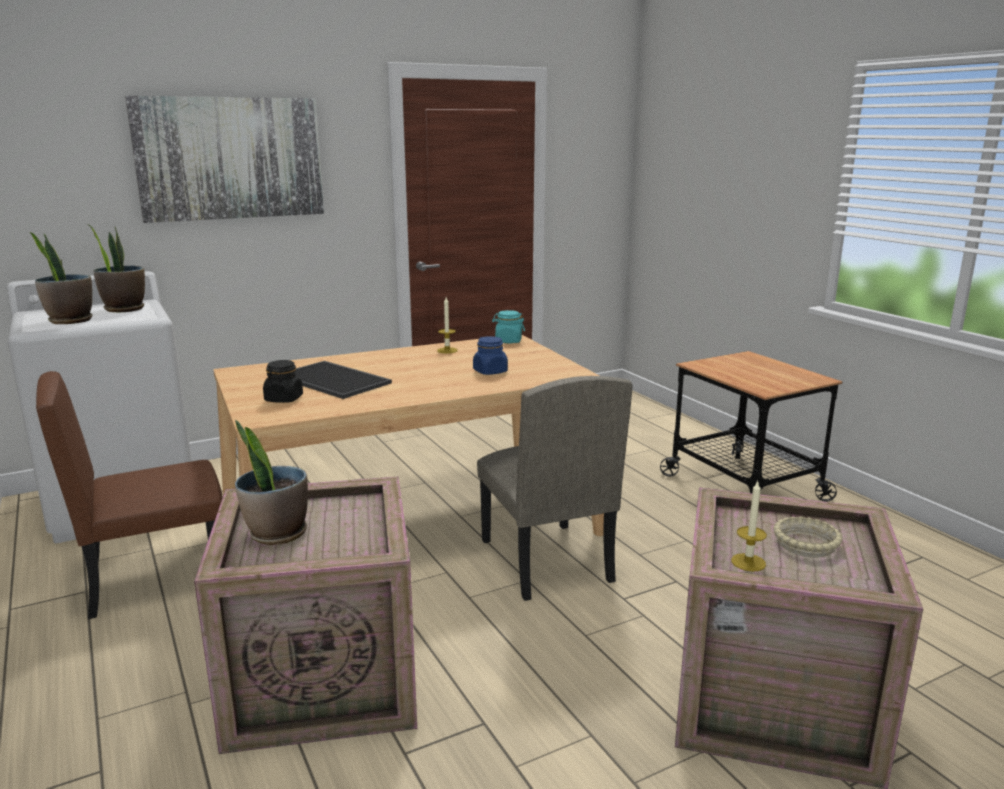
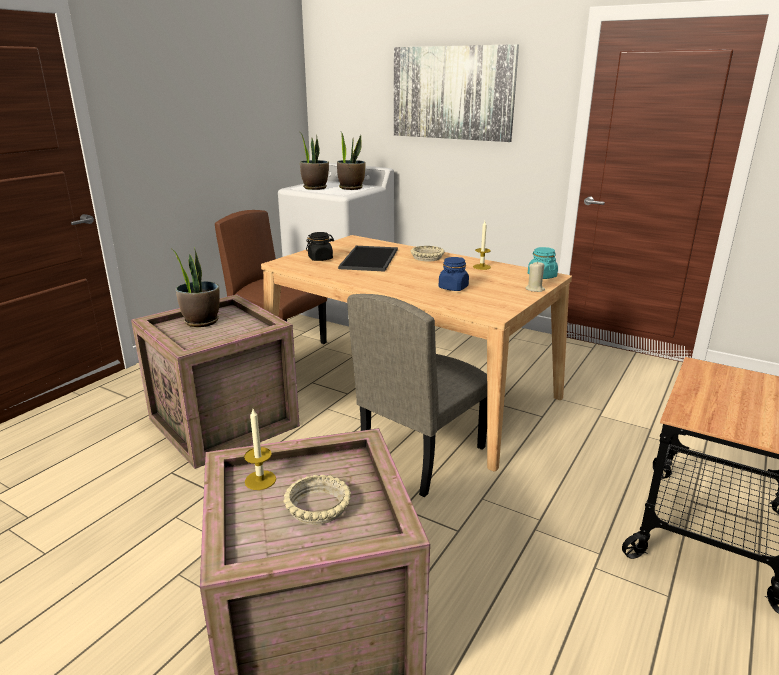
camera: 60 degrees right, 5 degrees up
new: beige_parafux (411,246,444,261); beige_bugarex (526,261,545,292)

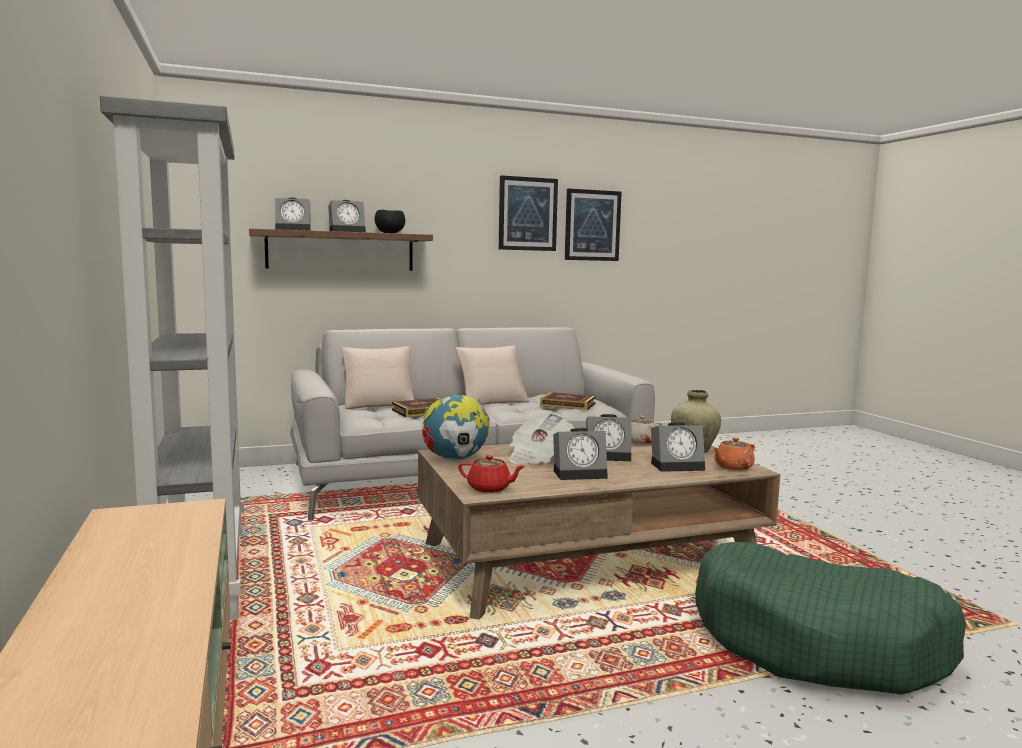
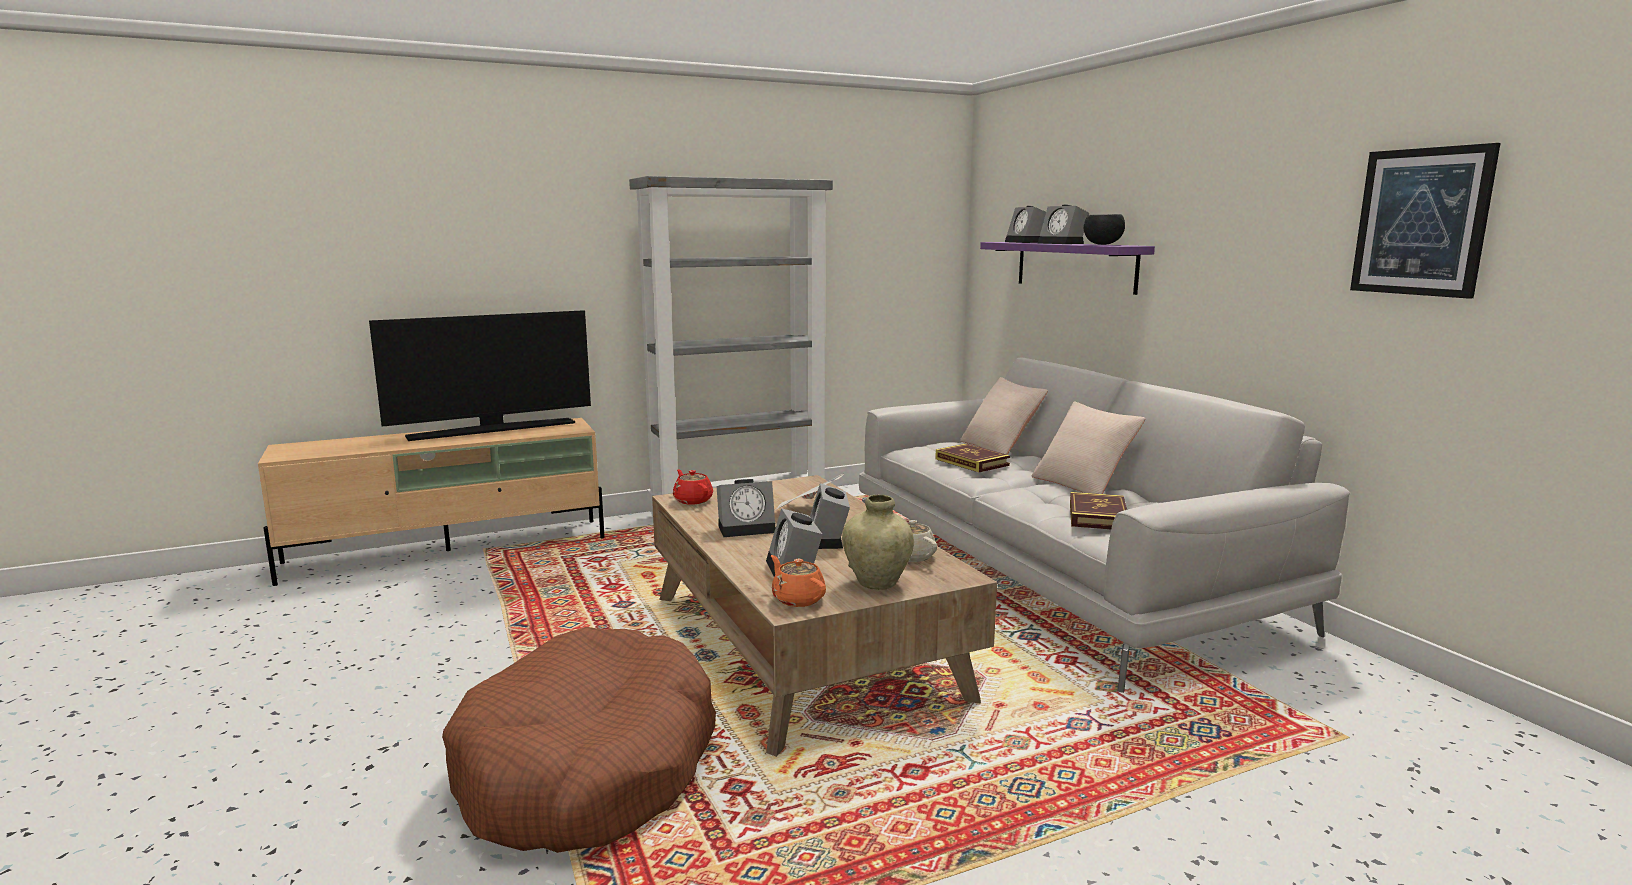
camera: 85 degrees right, 5 degrees up
gone: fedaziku (499,175,558,251); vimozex (422,395,490,461)
new: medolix (369,310,591,441)
repainted: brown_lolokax (249,229,433,271) to purple_lolokax (980,242,1155,295); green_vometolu (695,542,966,695) to brown_vometolu (442,627,716,853)
rotated: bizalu (553,428,608,480) = (717,479,775,537) 90 degrees counterclockwise; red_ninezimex (458,455,525,493) = (673,469,713,504) 135 degrees clockwise

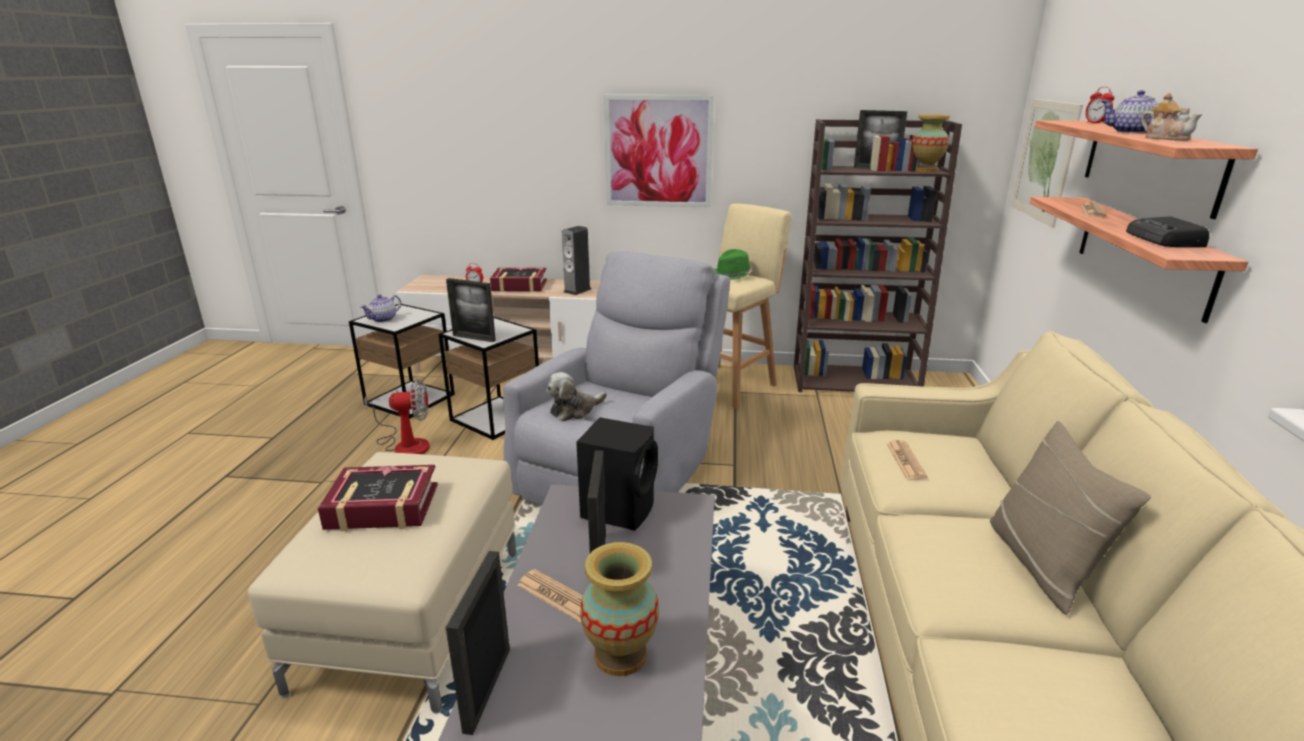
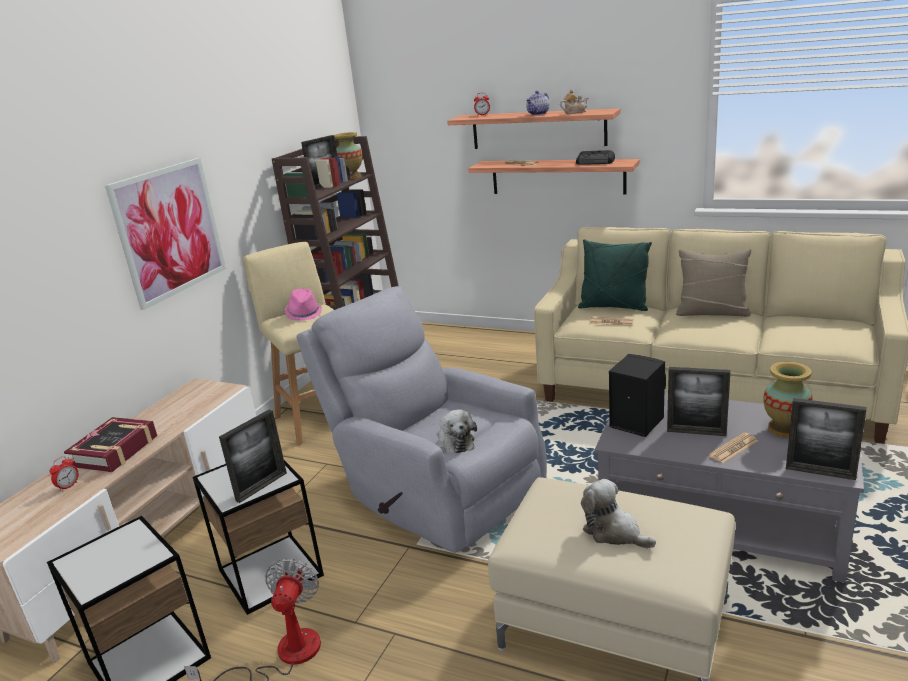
camera: 70 degrees left, 0 degrees up
gone: fedaziku (1011,99,1083,228); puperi (562,226,591,295); ninezimex (360,295,401,322)
new: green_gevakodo (578,239,652,311)
swapped: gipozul (318,465,438,531) to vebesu (581,479,656,548)
repainted: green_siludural (714,249,753,280) to pink_siludural (285,289,322,321)

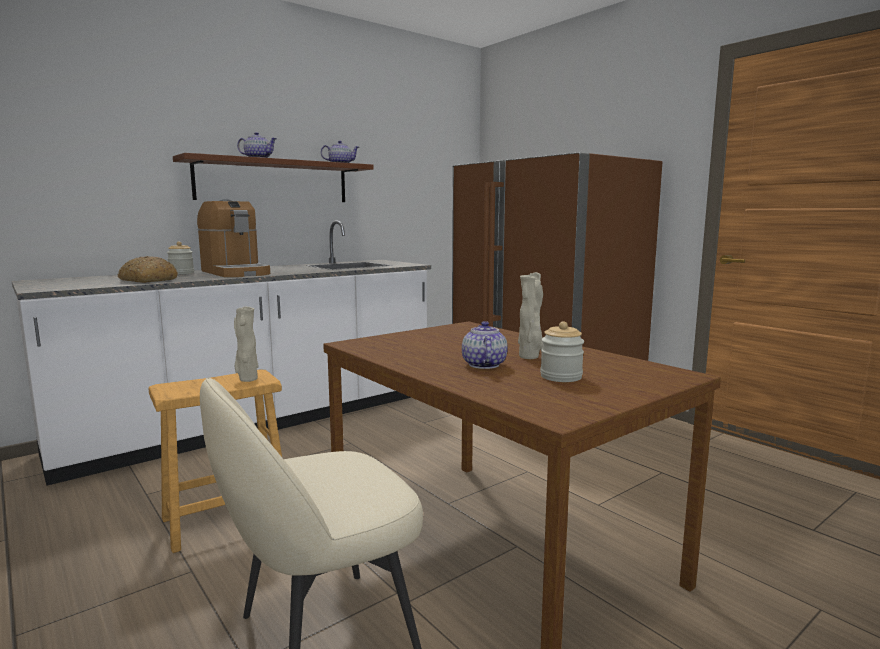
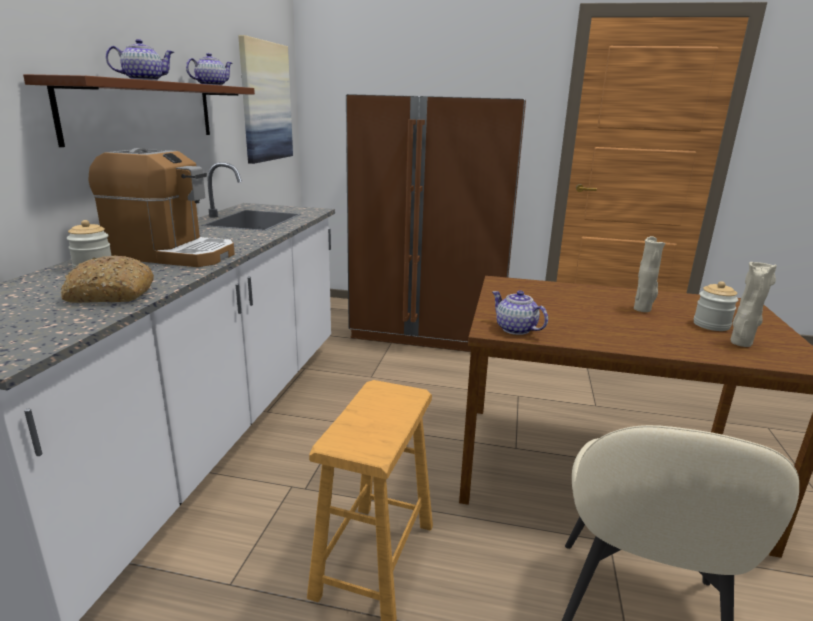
camera: 40 degrees left, 10 degrees up
new: fedaziku (238,35,293,164)
shifted: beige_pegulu (234,307,259,382) to (730,262,777,347); ninezimex (462,321,508,369) to (492,290,548,335)

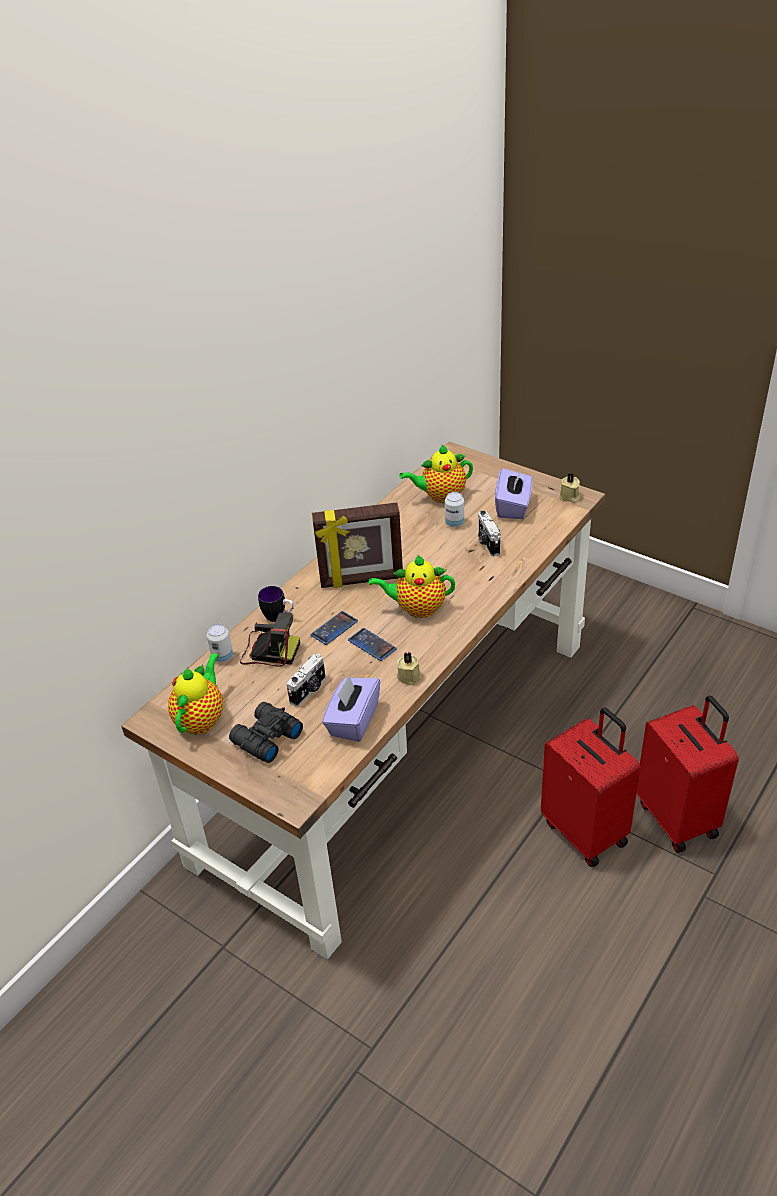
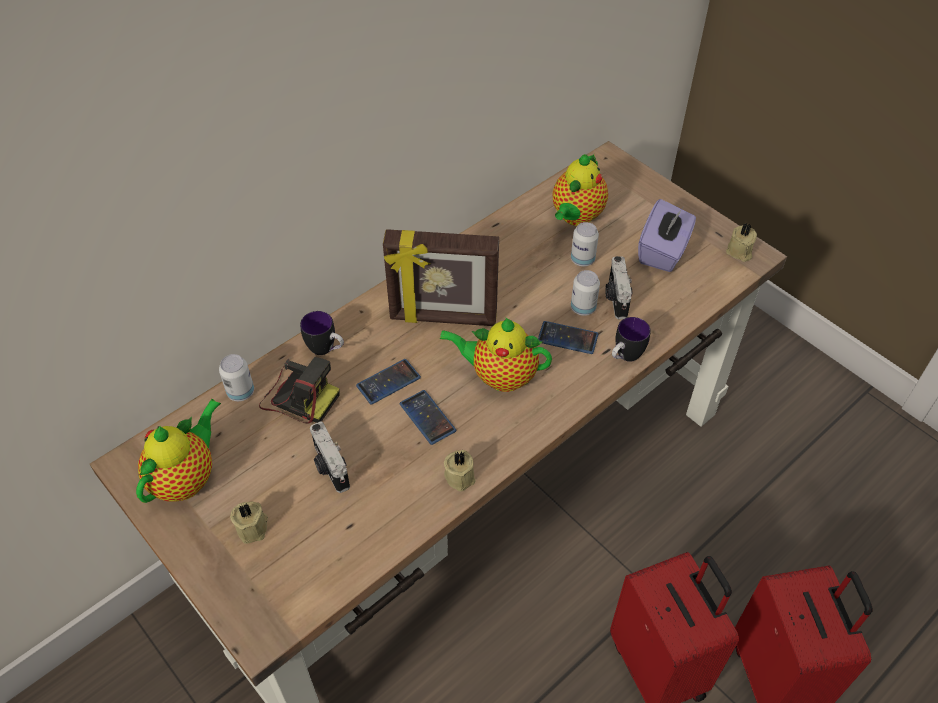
camera: 10 degrees right, 10 degrees up
gone: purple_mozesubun (322,676,380,742)
new: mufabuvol (571,270,600,316); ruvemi (612,317,651,362); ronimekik (538,321,598,354)
swapped: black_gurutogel (229,702,303,763) to beige_bugarex (230,501,268,544)
rotated: ninezimex (400,444,473,503) = (553,154,608,226) 60 degrees counterclockwise; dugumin (287,654,326,707) = (310,422,350,493) 105 degrees clockwise

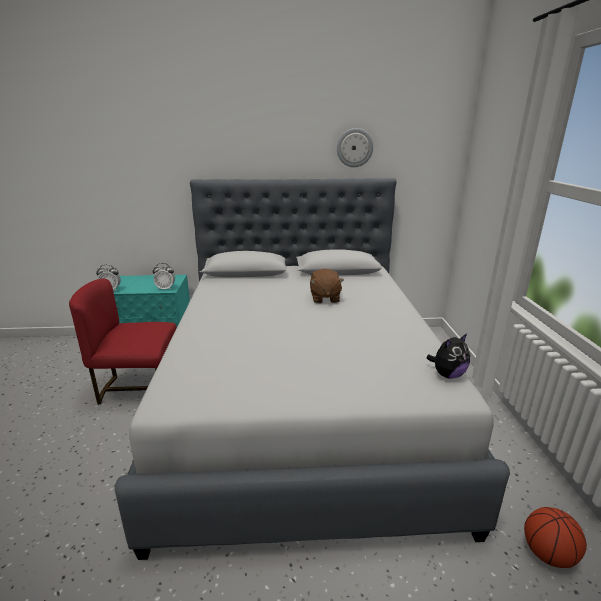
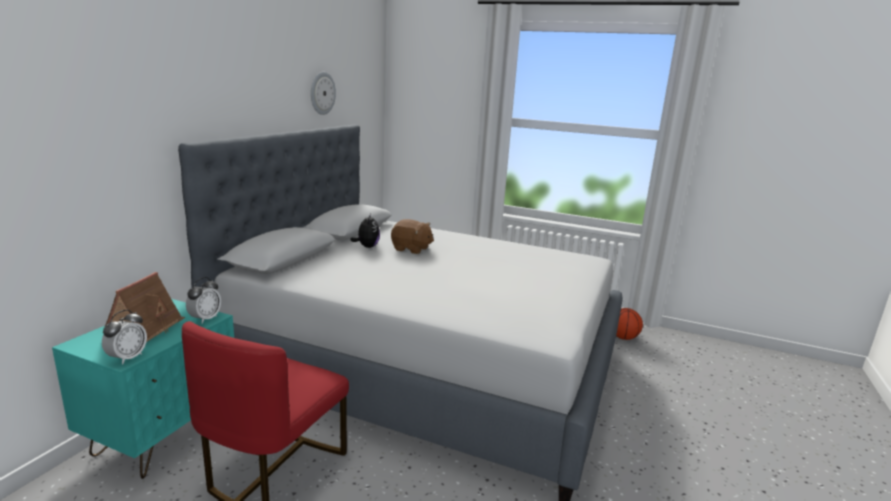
camera: 65 degrees left, 5 degrees down
new: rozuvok (105,272,185,341)
shifted: vebesu (426,334,470,379) to (350,213,380,248)

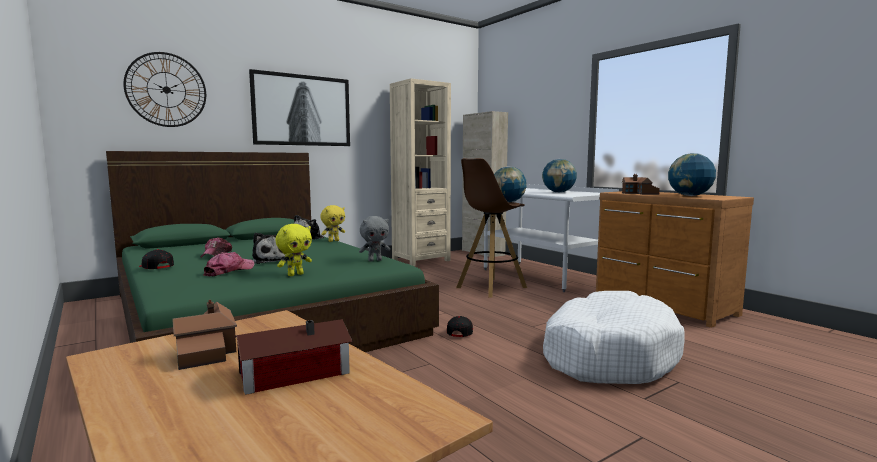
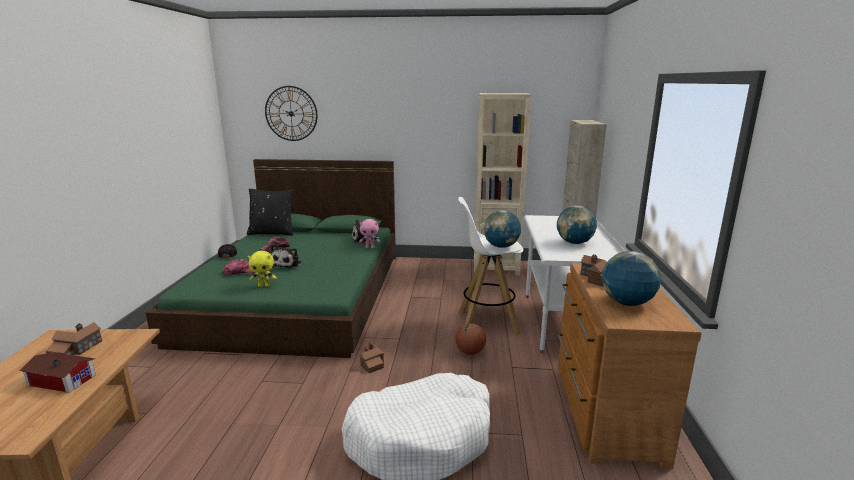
camera: 40 degrees right, 10 degrees up
gone: fedaziku (249,69,350,146); grey_vebesu (359,216,390,262)
new: black_gevakodo (247,189,294,236); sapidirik (455,323,486,355)
swapped: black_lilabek (447,316,473,337) to rozuvok (359,341,384,373)
repainted: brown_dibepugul (456,158,527,297) to white_dibepugul (458,197,523,334); yellow_vebesu (320,205,345,242) to pink_vebesu (359,219,380,249)

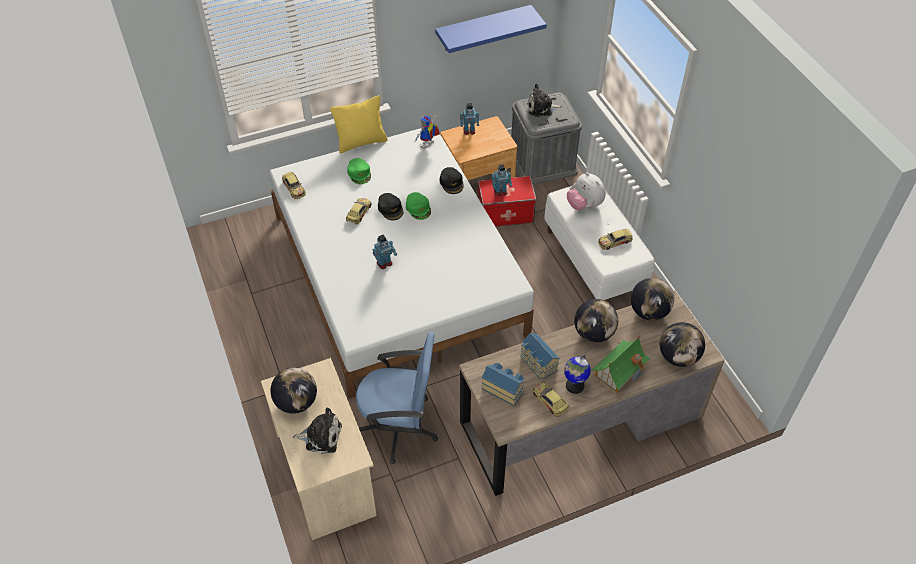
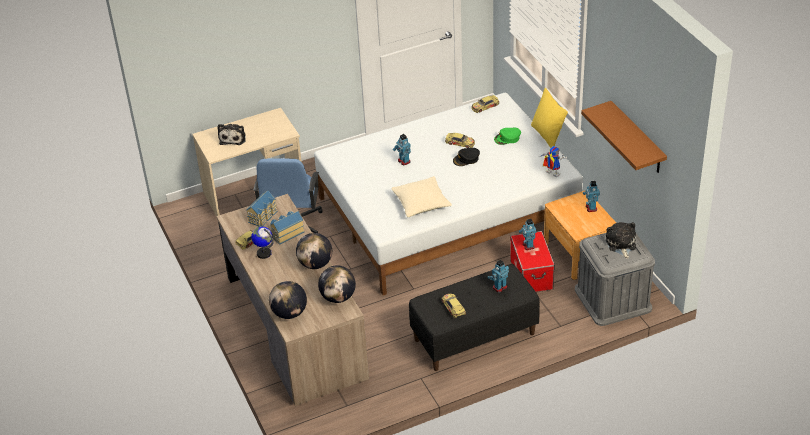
camera: 90 degrees right, 10 degrees down
gone: black_lilabek (440,167,463,194); green_lilabek (406,192,431,220); rozuvok (592,336,650,395); vimozex (270,367,317,414)
new: beige_gevakodo (391,176,452,217)
swapped: vebesu (567,172,606,210) to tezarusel (487,260,509,293)
repainted: blue_lolokax (435,5,547,53) to brown_lolokax (581,101,667,173); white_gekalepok (544,186,655,300) to black_gekalepok (409,264,540,371)

